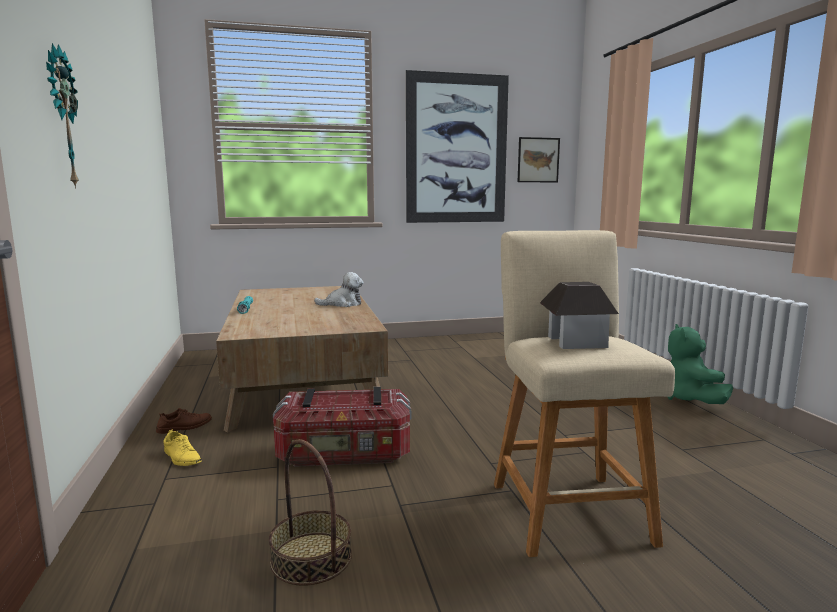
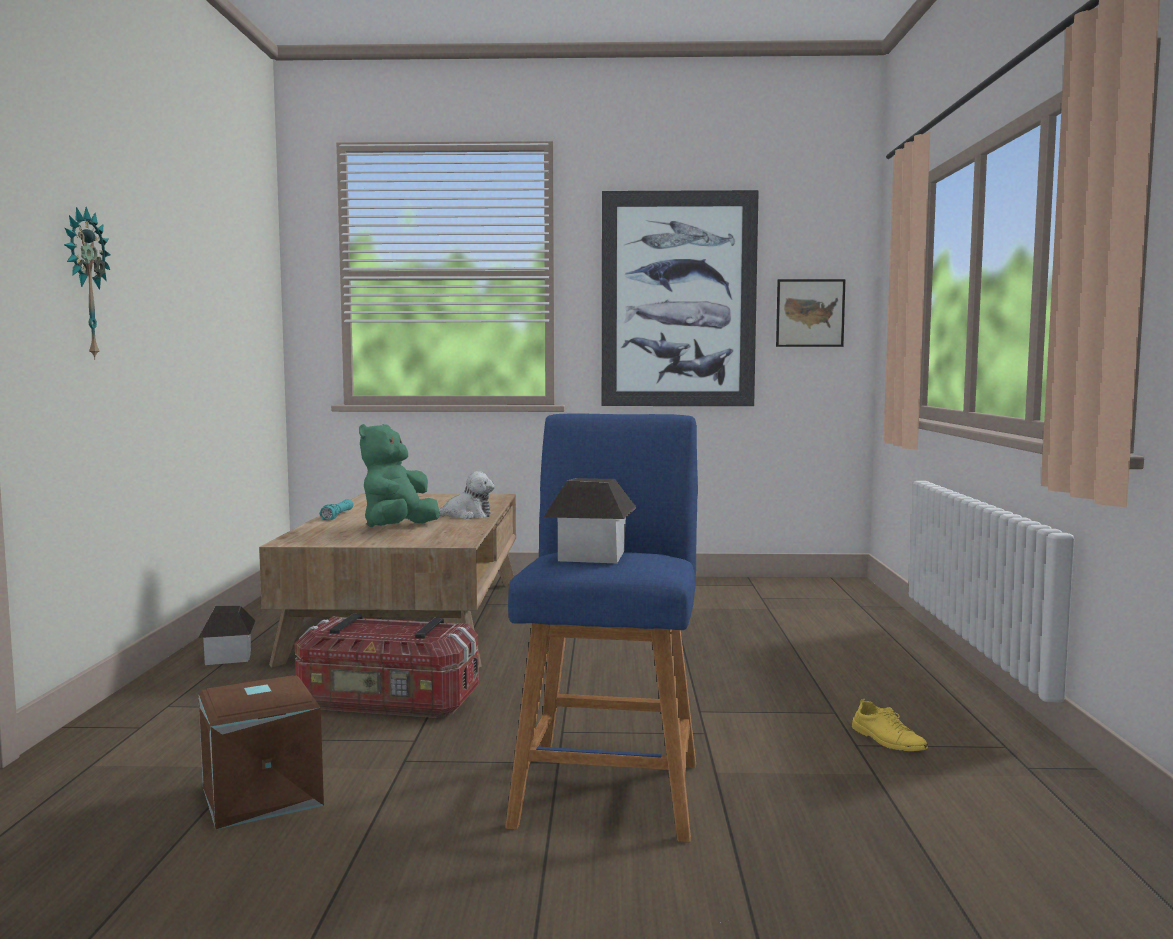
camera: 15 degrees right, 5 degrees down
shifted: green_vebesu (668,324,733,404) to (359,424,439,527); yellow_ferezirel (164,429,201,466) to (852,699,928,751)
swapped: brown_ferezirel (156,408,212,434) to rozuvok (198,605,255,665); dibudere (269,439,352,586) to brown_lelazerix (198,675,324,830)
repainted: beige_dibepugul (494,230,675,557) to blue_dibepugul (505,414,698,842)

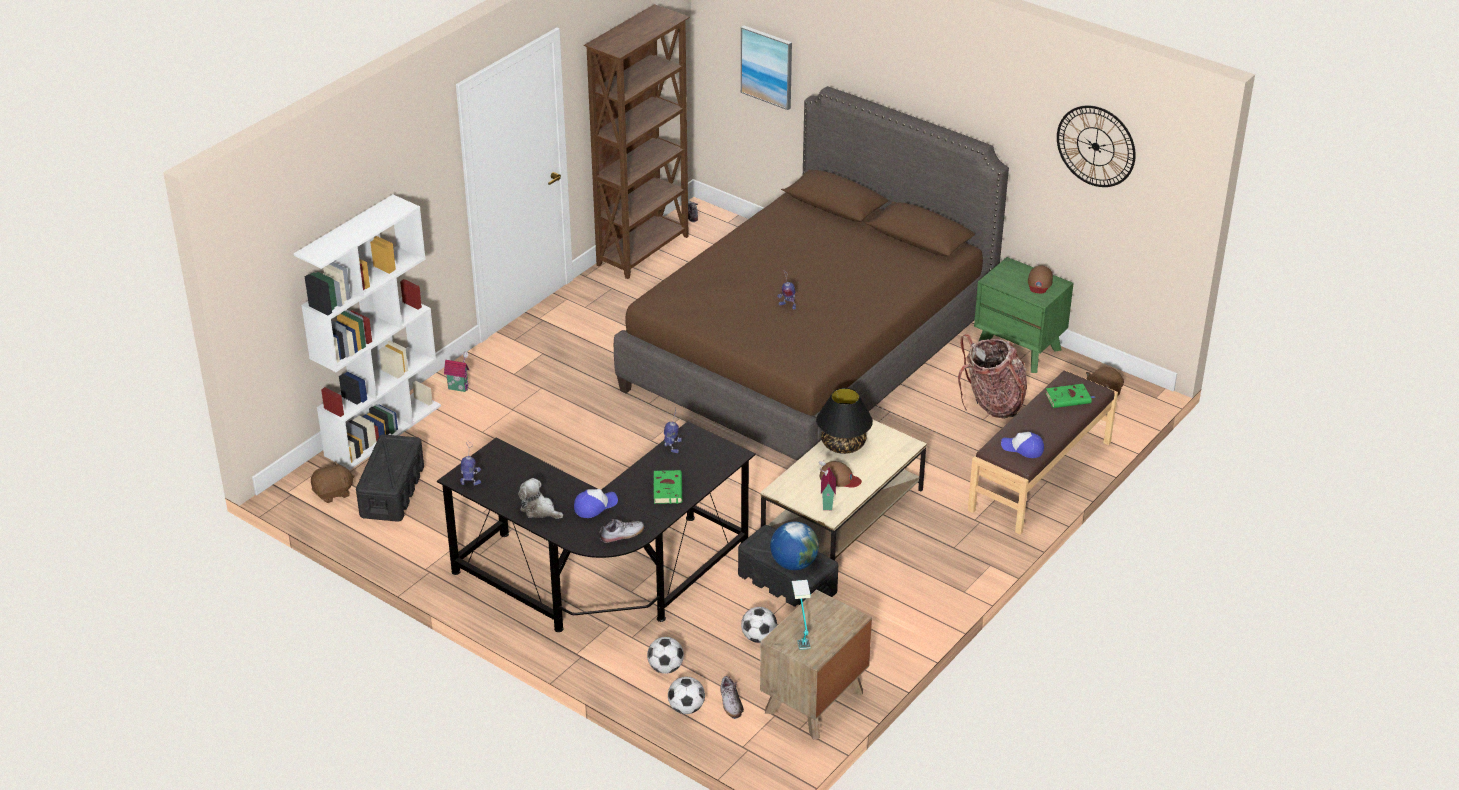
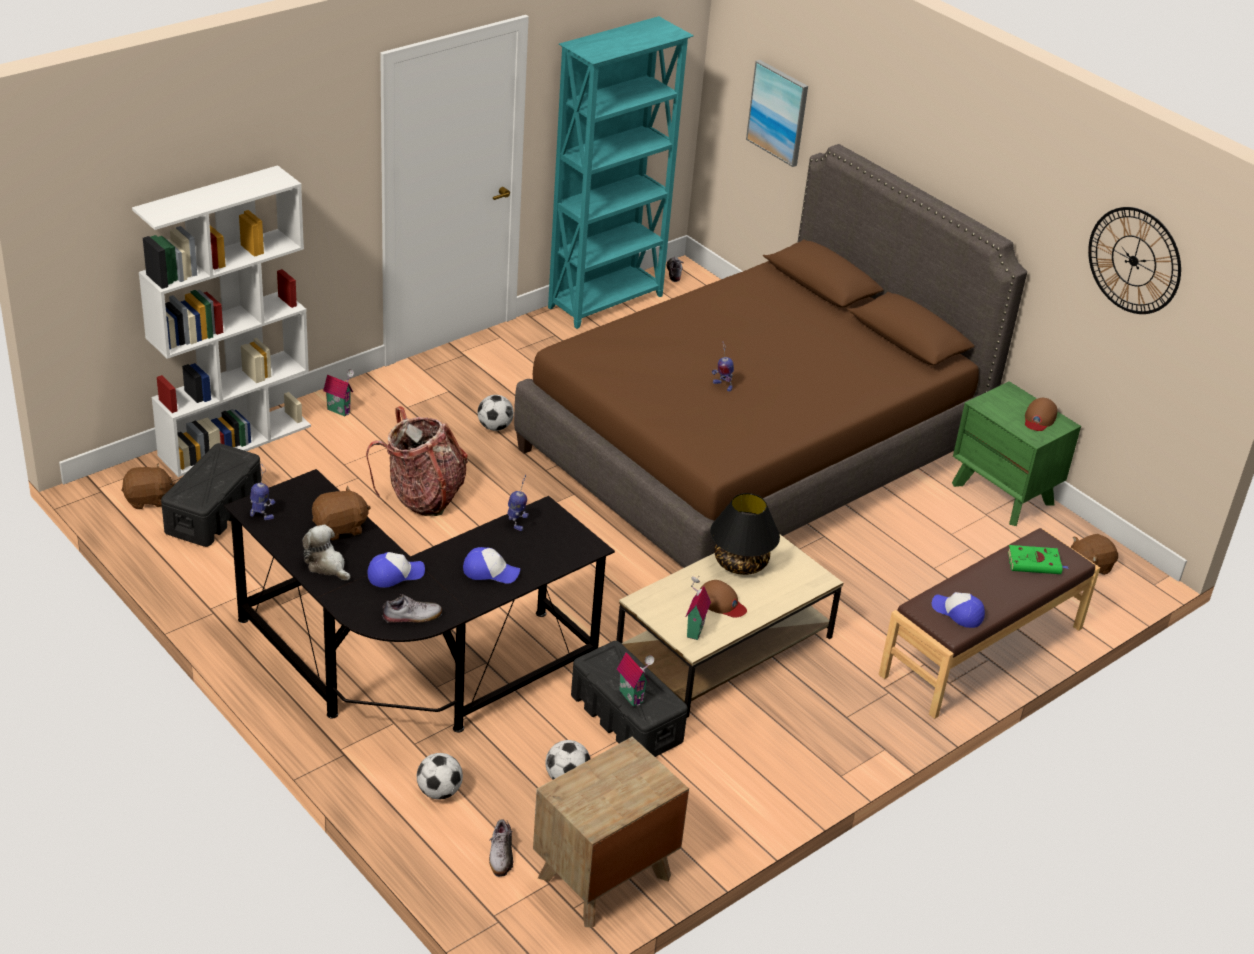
camera: 10 degrees right, 0 degrees up
gone: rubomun (792,580,811,650)
new: brown_vebesu (312,486,371,540)
shifted: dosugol (958,334,1027,419) to (366,406,468,516); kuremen (668,677,705,714) to (478,395,514,431)
swapped: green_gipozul (653,470,682,504) to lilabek (463,547,520,583); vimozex (770,522,819,570) to rozuvok (617,652,654,707)
repainted: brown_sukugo (584,4,690,279) to turquoise_sukugo (548,16,694,329)

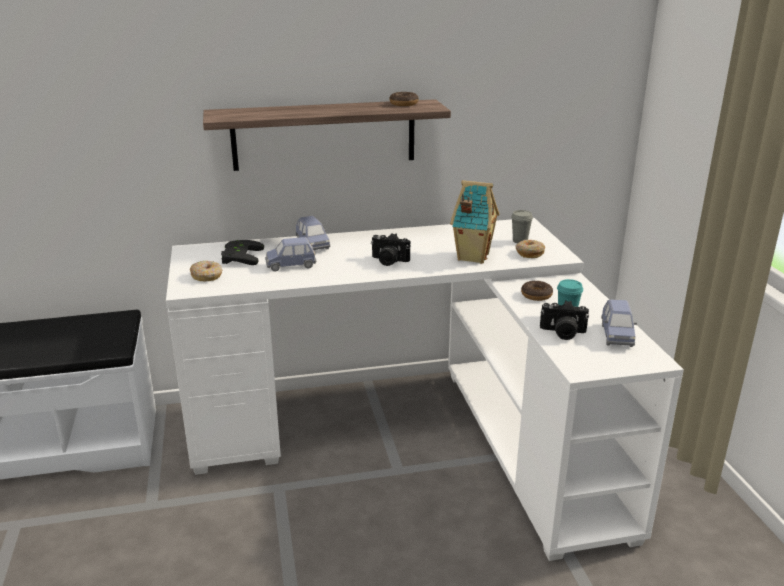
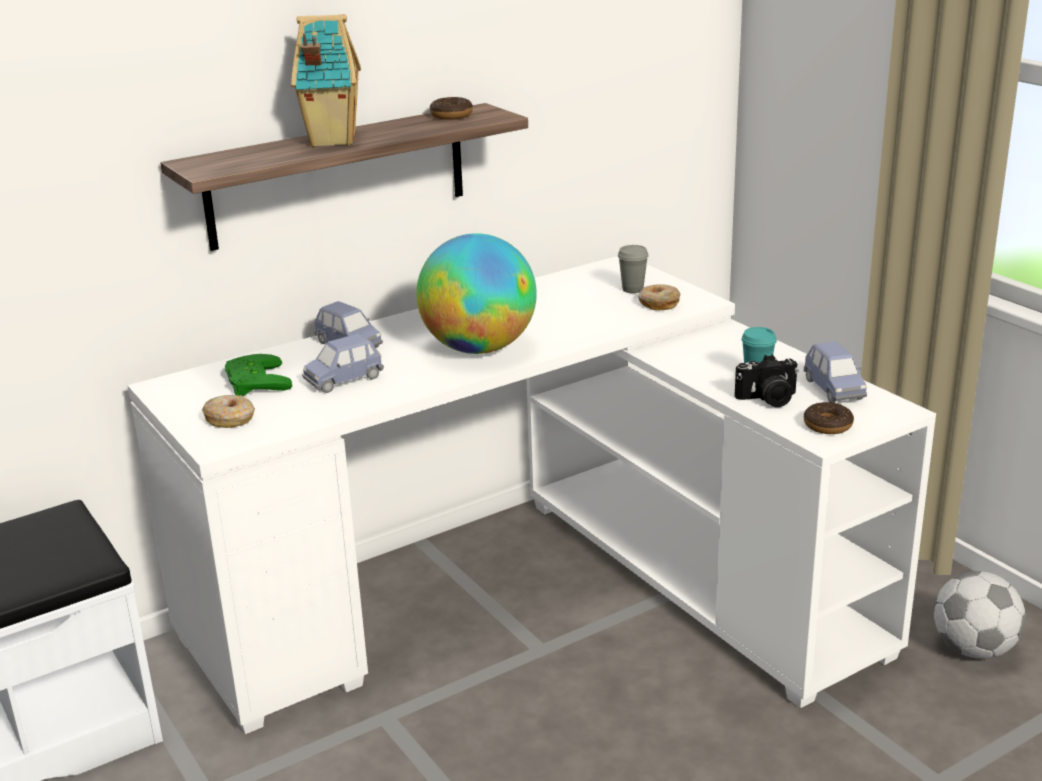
camera: 20 degrees left, 0 degrees up
new: kuremen (934,571,1026,659)
shifted: rozuvok (450,180,499,264) to (291,14,361,147); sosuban (521,280,553,301) to (804,402,854,434)
swapped: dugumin (371,233,410,266) to vimozex (416,233,537,354)
repainted: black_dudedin (221,240,264,265) to green_dudedin (225,354,292,396)

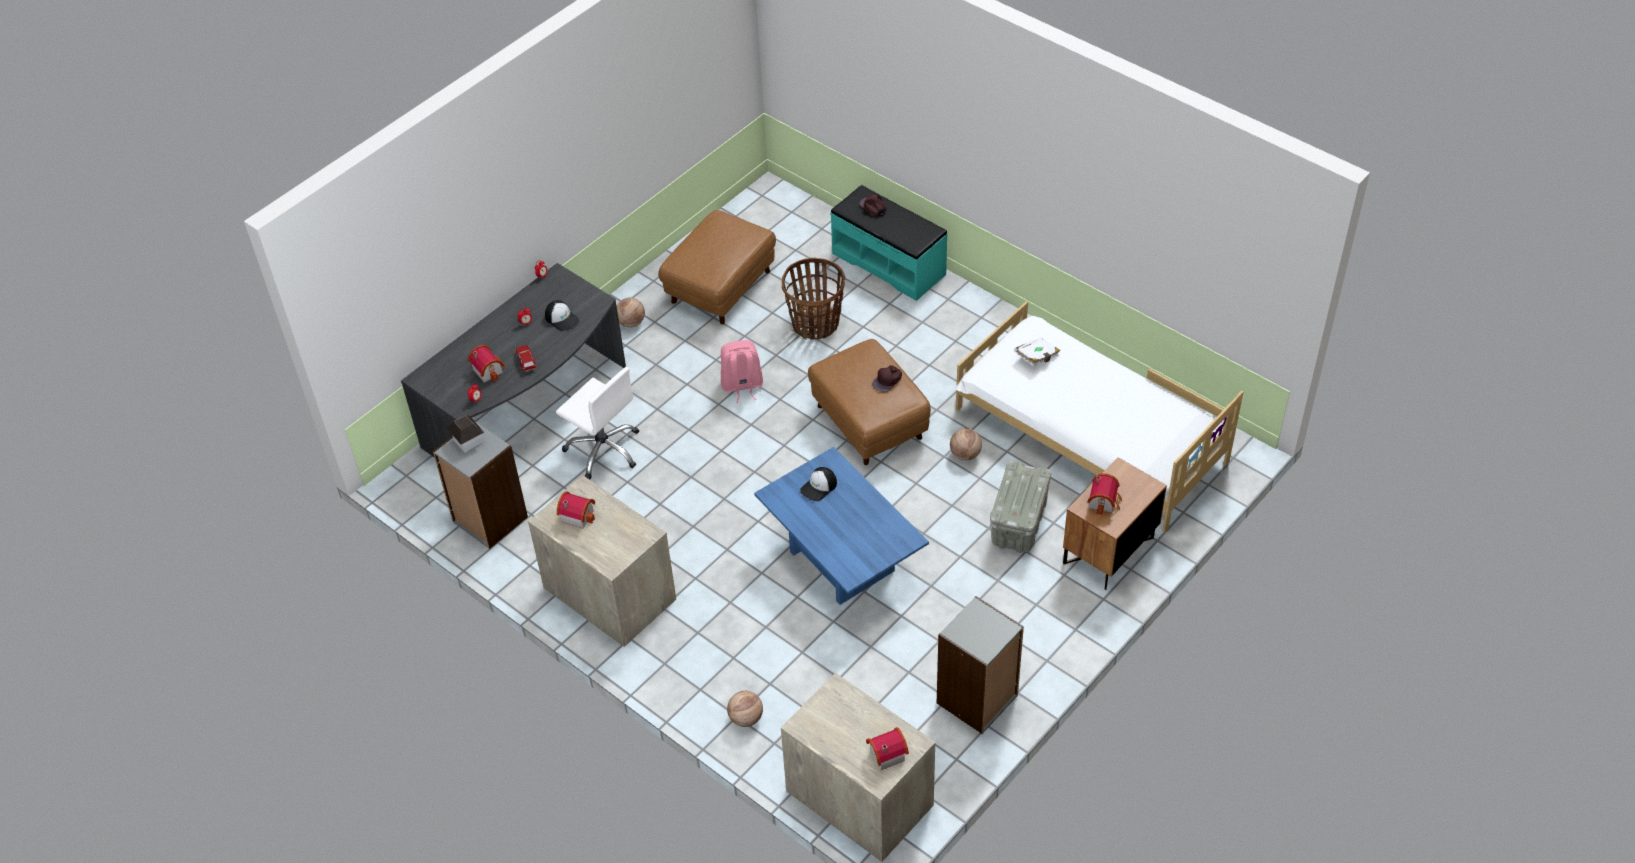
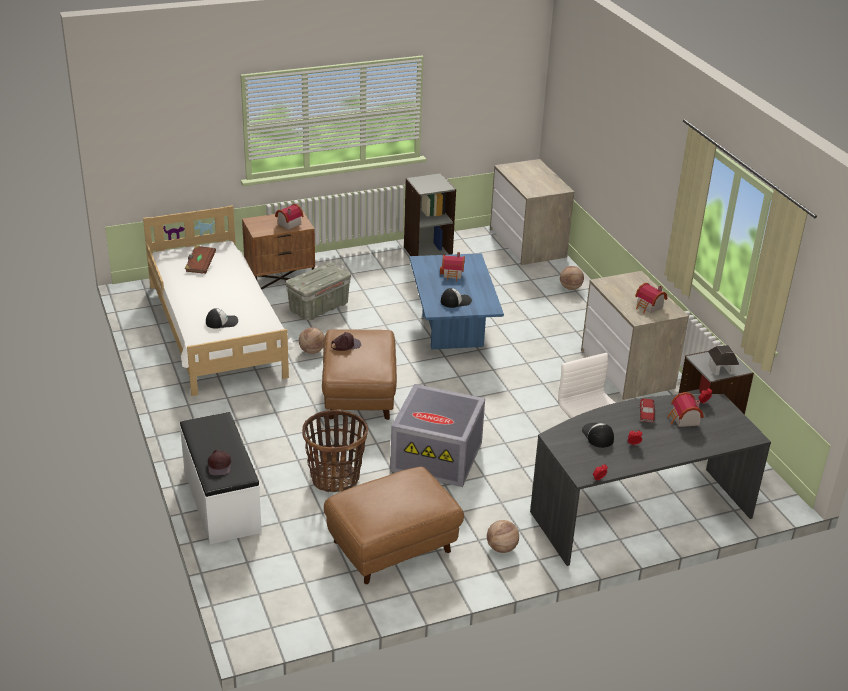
camera: 155 degrees left, 15 degrees down
new: brown_gipozul (185,245,216,274)
shifted: rozuvok (866,727,909,770) to (440,252,465,281)
swapped: white_gipozul (1014,337,1061,366) to lilabek (206,308,238,329); pink_dosugol (721,340,763,403) to grey_lelazerix (390,384,485,487)
repainted: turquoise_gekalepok (830,185,948,301) to white_gekalepok (180,412,262,544)

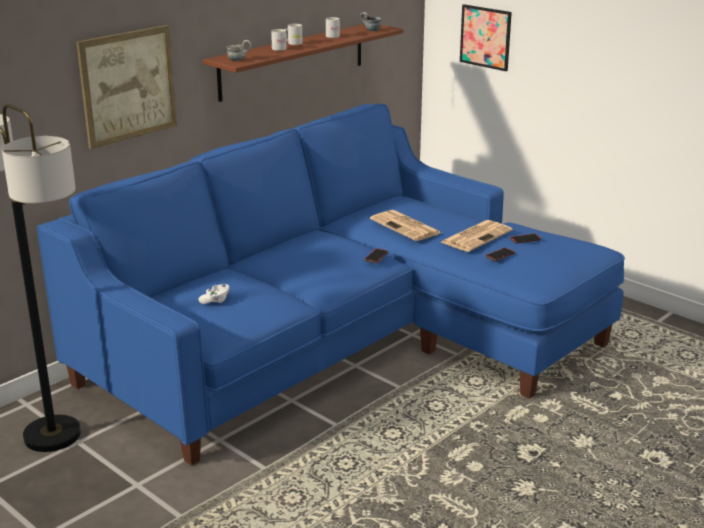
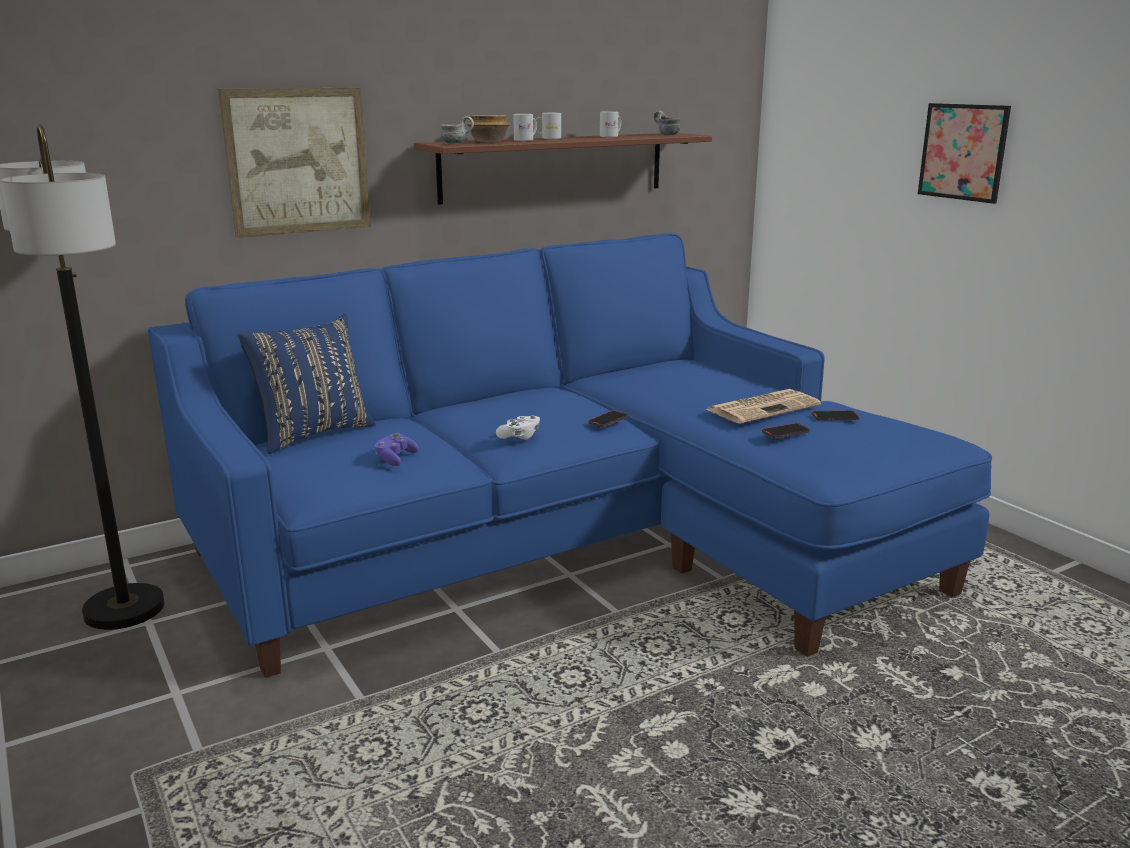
camera: 15 degrees right, 5 degrees down
gone: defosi (370,210,441,241)
new: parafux (467,115,510,142); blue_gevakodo (237,314,376,454); purple_dudedin (374,433,419,466)
shifted: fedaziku (460,4,512,71) to (918,103,1011,204); white_dudedin (198,284,230,304) to (496,415,540,440)

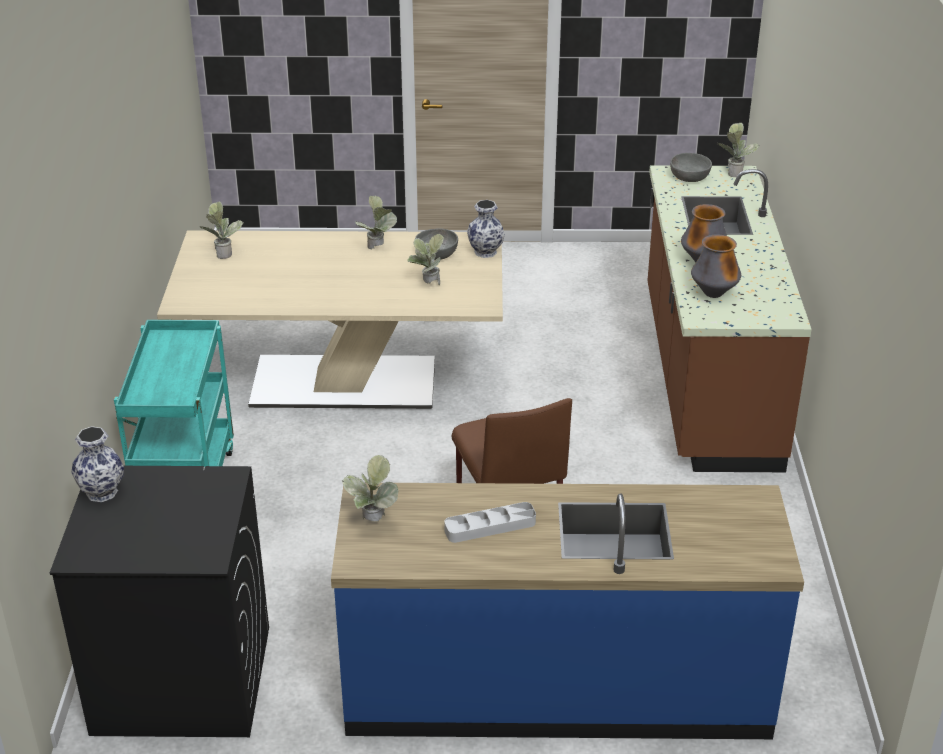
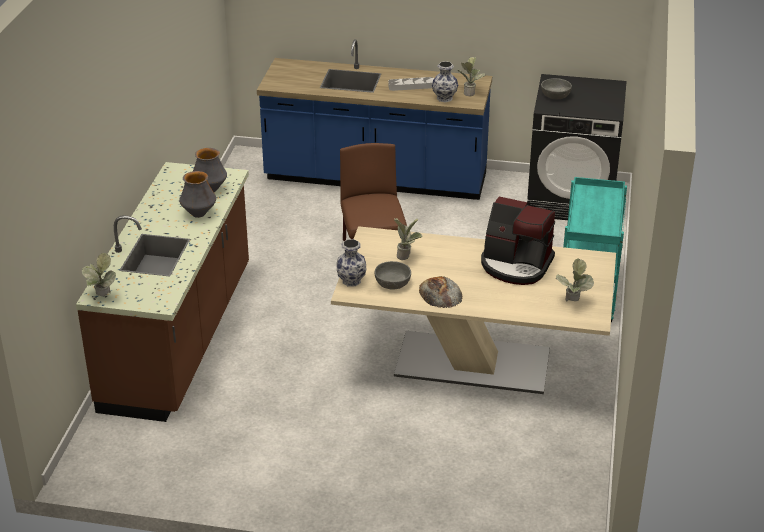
camera: 170 degrees left, 0 degrees up
new: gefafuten (481,196,555,285)
shifted: grey_parafux (670,153,712,182) to (541,78,572,99); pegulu (71,426,124,502) to (432,61,458,102)
swapped: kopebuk (355,195,397,250) to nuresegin (419,276,462,308)

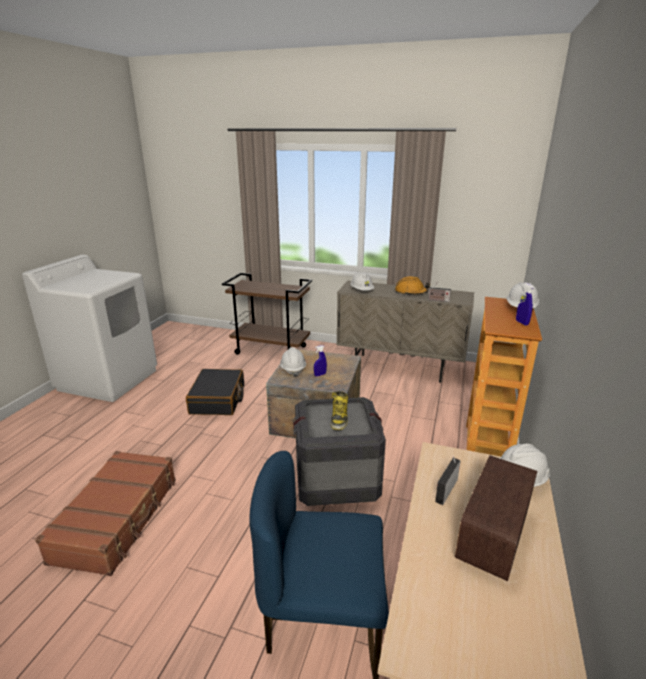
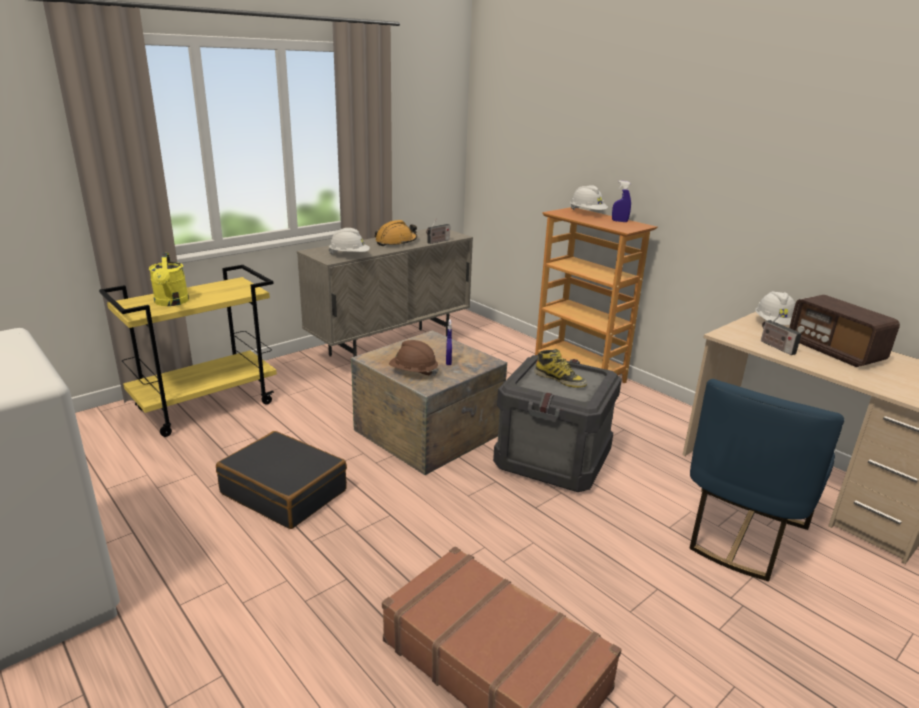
camera: 60 degrees left, 0 degrees up
new: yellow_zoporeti (149,253,189,306)
repainted: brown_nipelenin (222,273,312,355) to yellow_nipelenin (99,265,277,437); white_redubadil (280,347,306,377) to brown_redubadil (389,340,438,376)

